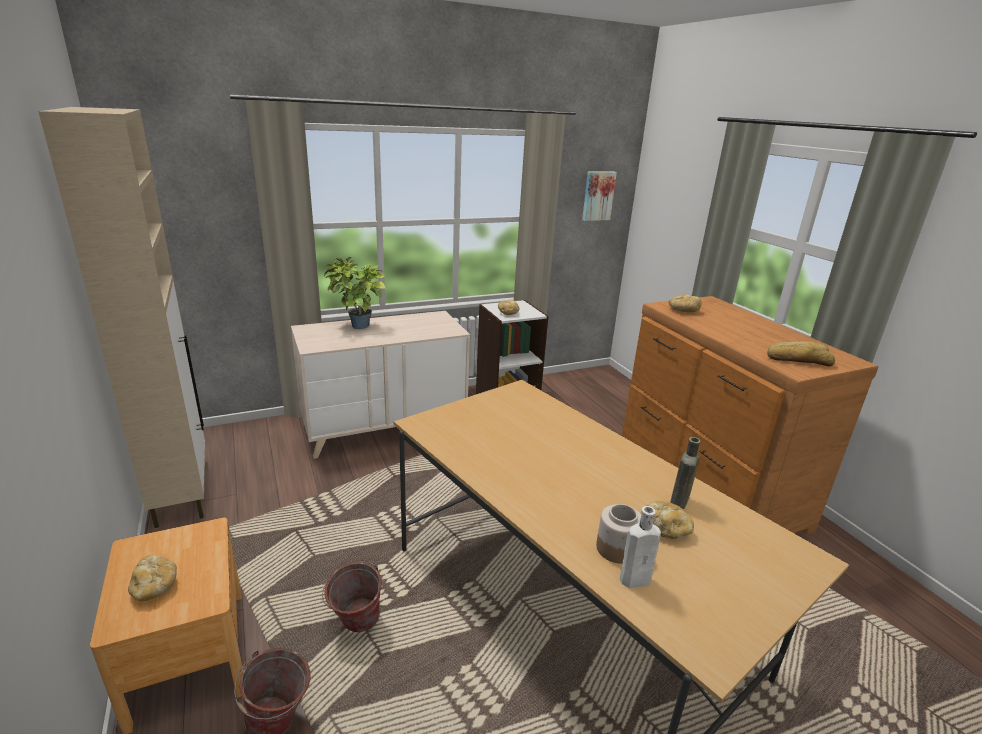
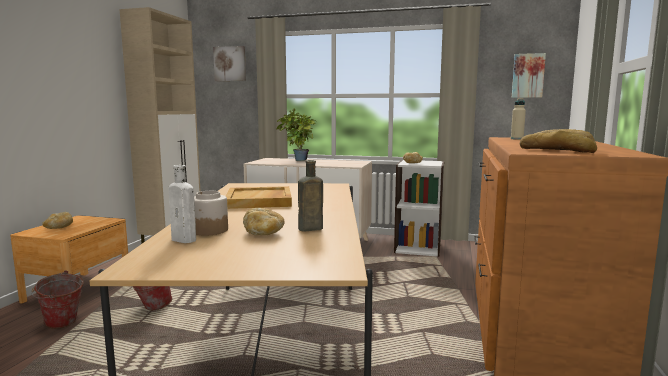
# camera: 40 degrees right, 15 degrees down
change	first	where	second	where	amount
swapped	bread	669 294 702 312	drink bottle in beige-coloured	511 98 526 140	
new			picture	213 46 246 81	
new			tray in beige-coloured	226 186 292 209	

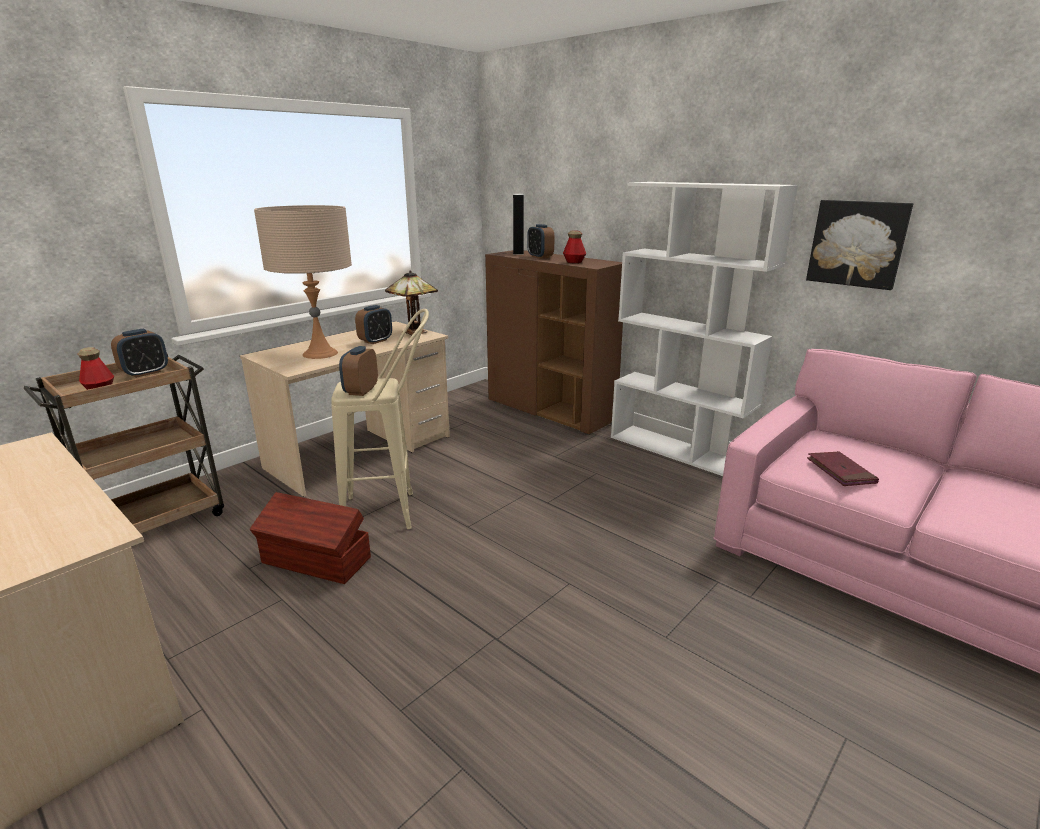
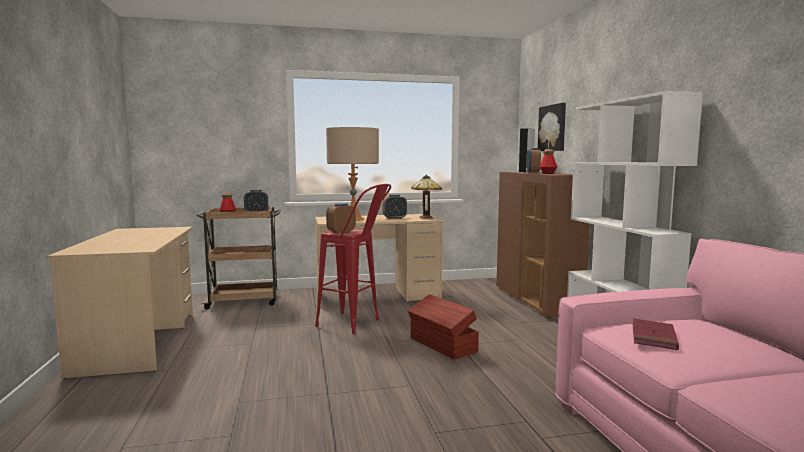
# camera: 35 degrees right, 15 degrees down
change	first	where	second	where	amount
shifted	picture	806 200 913 290		538 103 566 151	
repainted	stool in beige-coloured	331 309 429 529	stool in red	315 184 391 334	
shifted	storage bin in brownish	250 492 371 584		408 294 479 359	

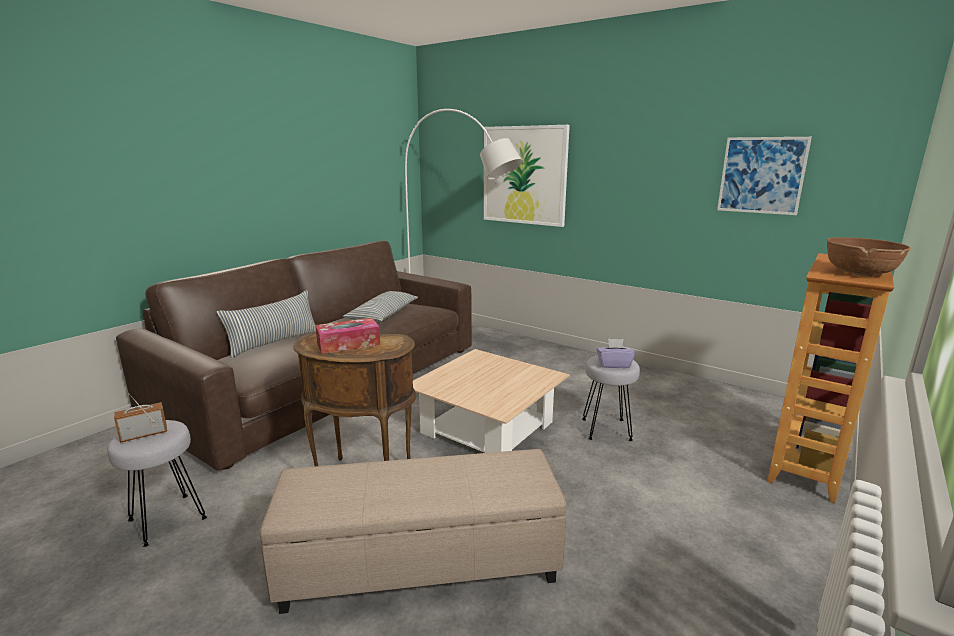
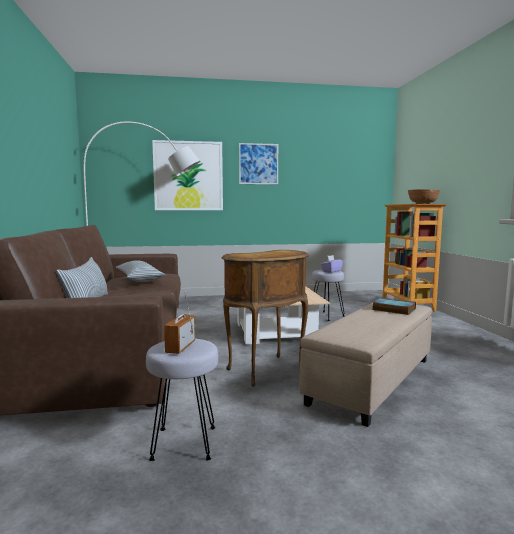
# camera: 45 degrees left, 10 degrees down
change	first	where	second	where	amount
shifted	picture	717 137 812 215		239 143 278 184	
gone	box of tissues	315 318 380 354			
new			book	372 297 416 315	

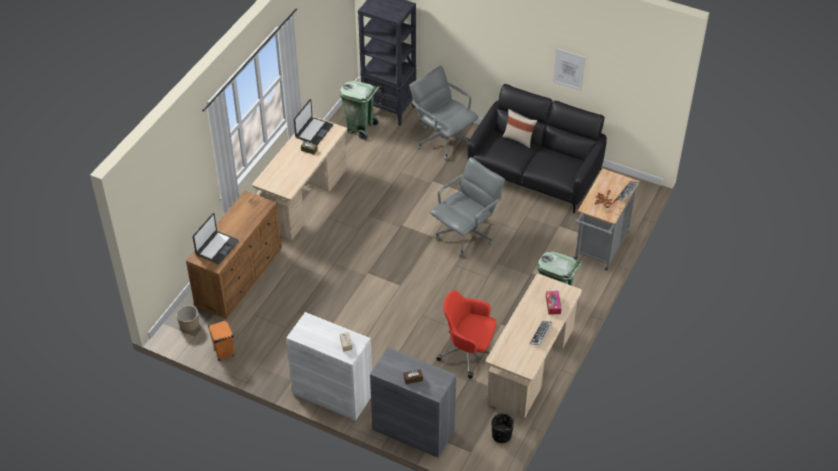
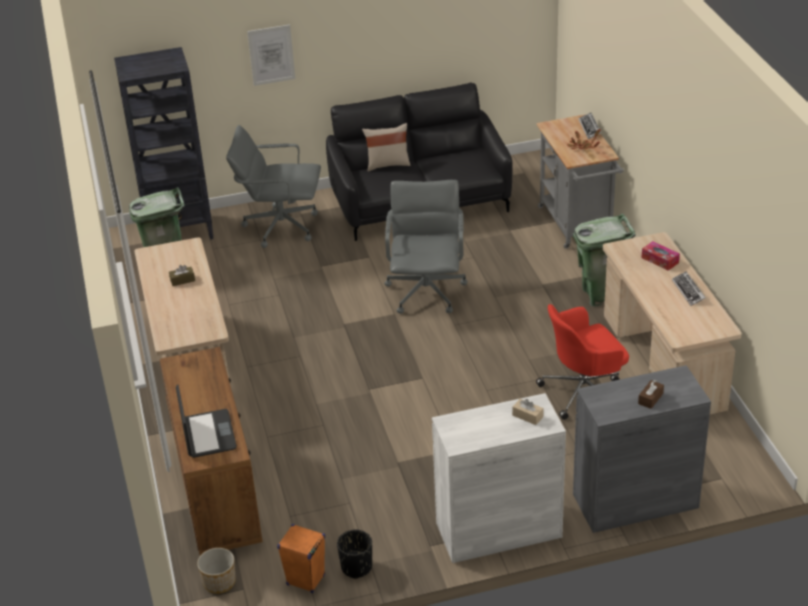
# camera: 40 degrees left, 10 degrees down
change	first	where	second	where	amount
shifted	picture	553 48 585 91		247 24 295 86	
gone	laptop	294 99 333 145			
shifted	planter in blackish	492 413 514 443		337 530 372 579	

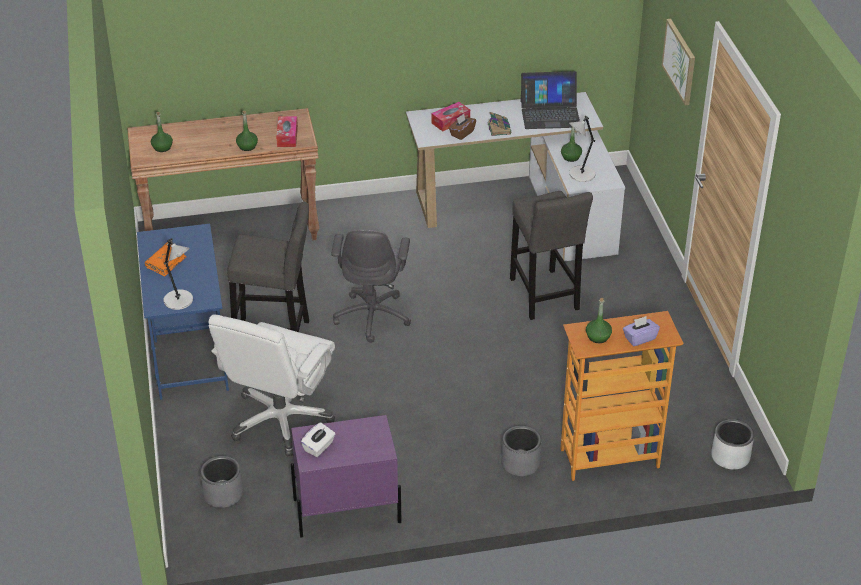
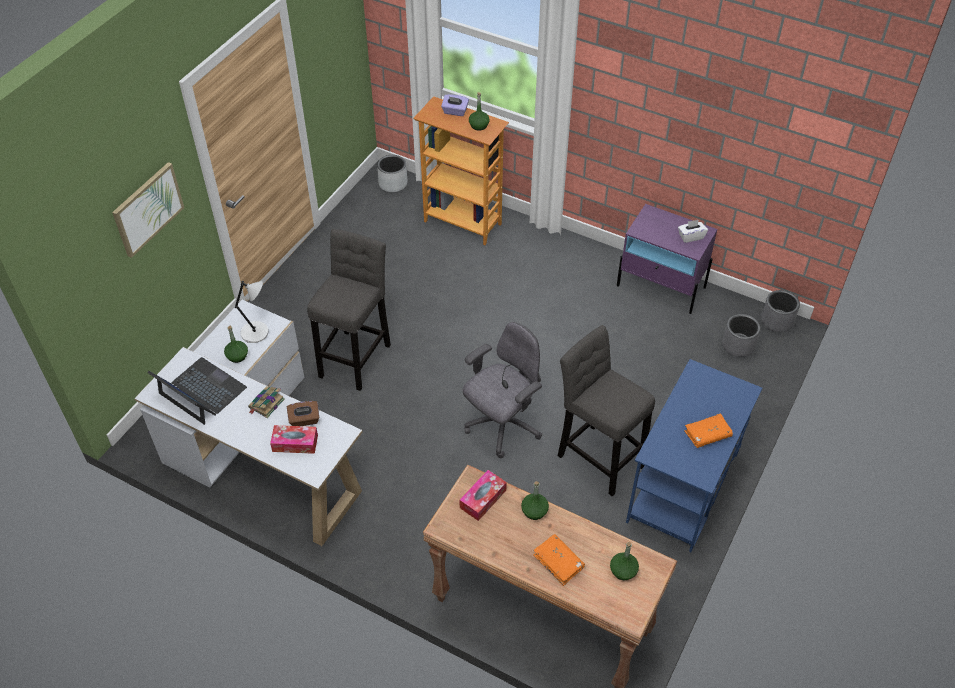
# camera: 140 degrees left, 10 degrees up
change	first	where	second	where	amount
gone	tabletop lamp in greyish	164 238 193 310			
gone	desk chair in whitish	208 315 335 456			
shifted	planter in greyish	501 426 541 476		761 290 800 332	
new			book in orangey	533 534 585 586	

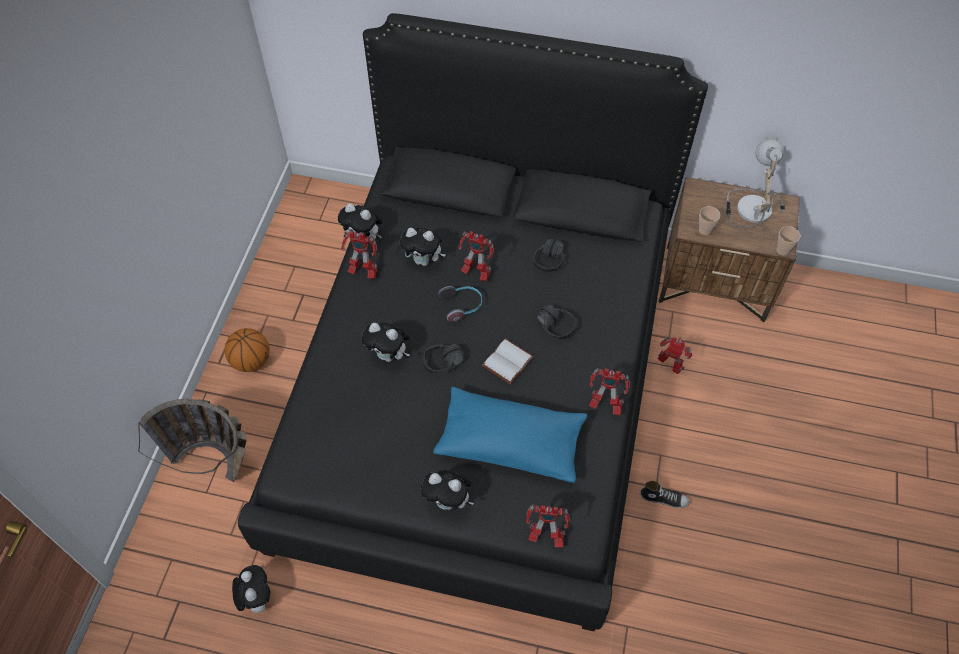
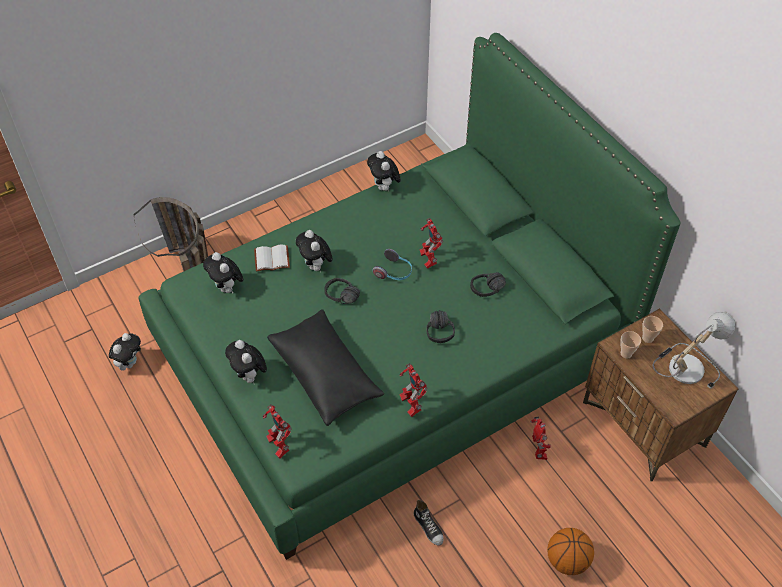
# camera: 45 degrees right, 5 degrees down
change	first	where	second	where	amount
repainted	sleeping bed in blackish	238 13 708 631	sleeping bed in green	139 33 680 560	
shifted	drinking cup	777 226 800 255		642 316 663 343	
shifted	soft toy	400 228 446 266		203 252 243 293	
gone	toy robot	341 231 377 279			
shifted	basketball	224 328 270 372		547 528 594 575	
shifted	book in whitish	482 338 534 384		254 245 290 272	
repainted	pillow in blue	433 387 587 483	pillow in blackish	267 309 384 426	

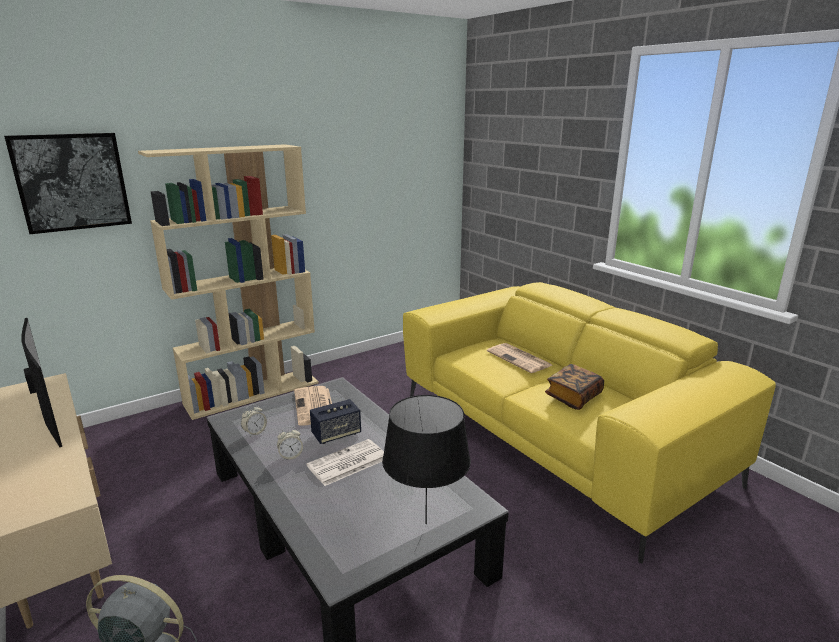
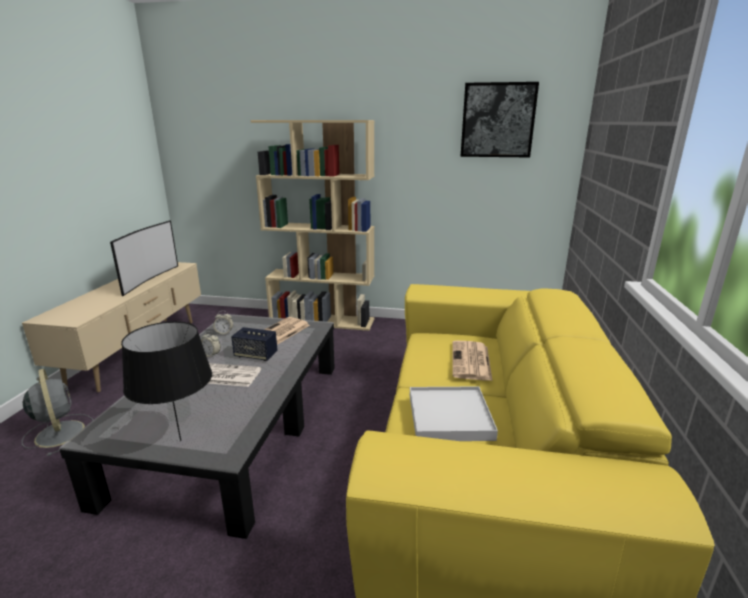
# camera: 45 degrees right, 0 degrees up
change	first	where	second	where	amount
shifted	picture	4 133 132 234		460 82 539 158	
swapped	book	545 364 604 410	tray in whitish	410 386 498 441	

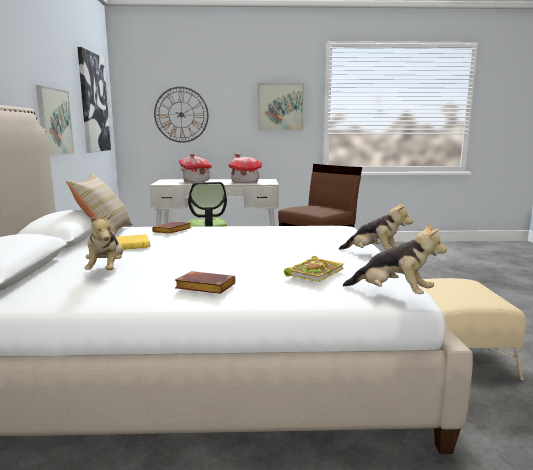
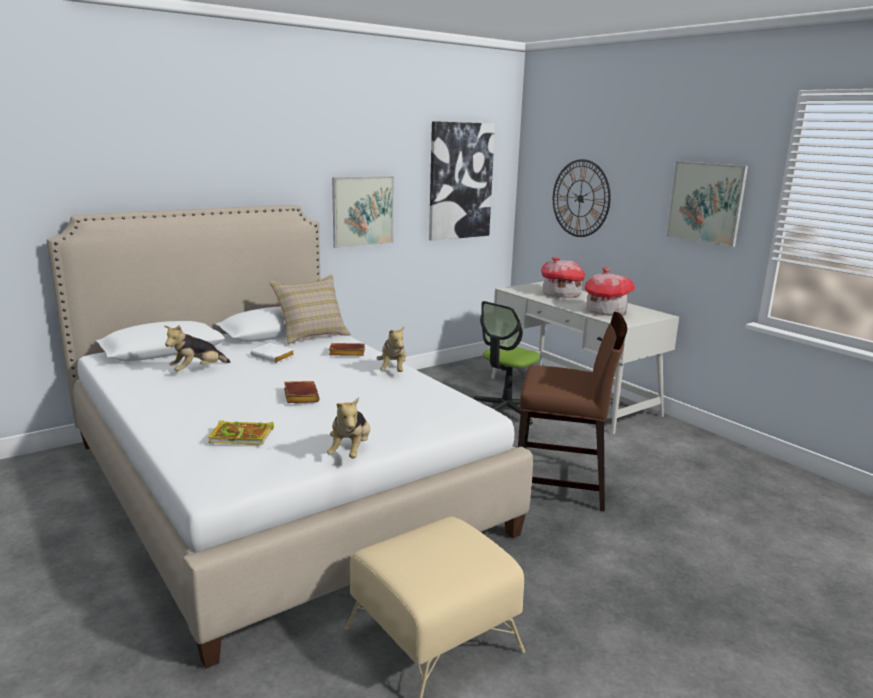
# camera: 55 degrees right, 5 degrees up
change	first	where	second	where	amount
shifted	soft toy	343 222 447 294		377 326 406 372	
repainted	book in yellowish	116 234 150 250	book in whitish	251 343 295 363	
shifted	book in brownish	175 271 235 294		284 381 320 403	

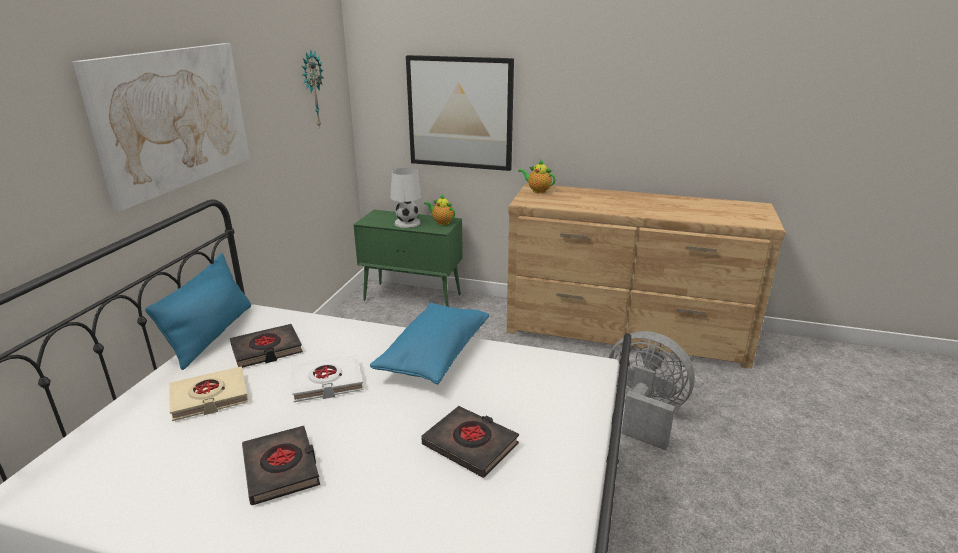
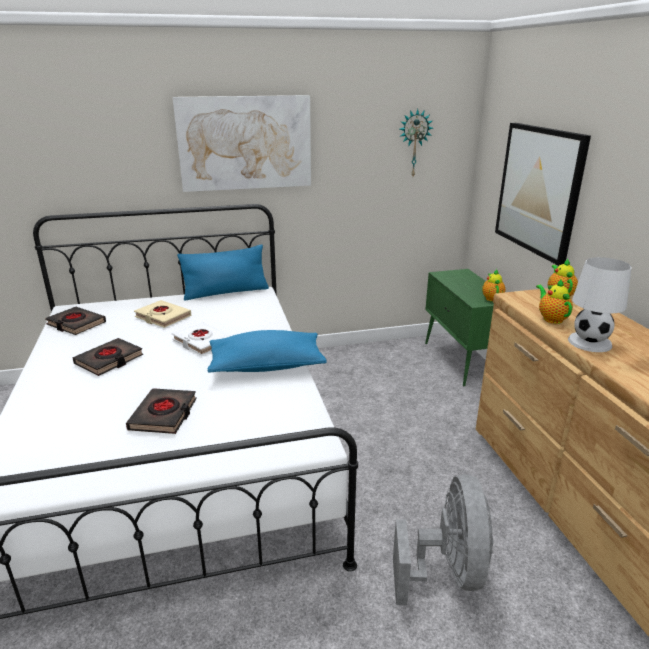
# camera: 60 degrees right, 0 degrees up
change	first	where	second	where	amount
shifted	tabletop lamp in whitish	390 168 422 228		568 257 632 352	
shifted	book in blackish	230 324 303 368		45 307 106 335	
new			tea pot	536 279 573 324	

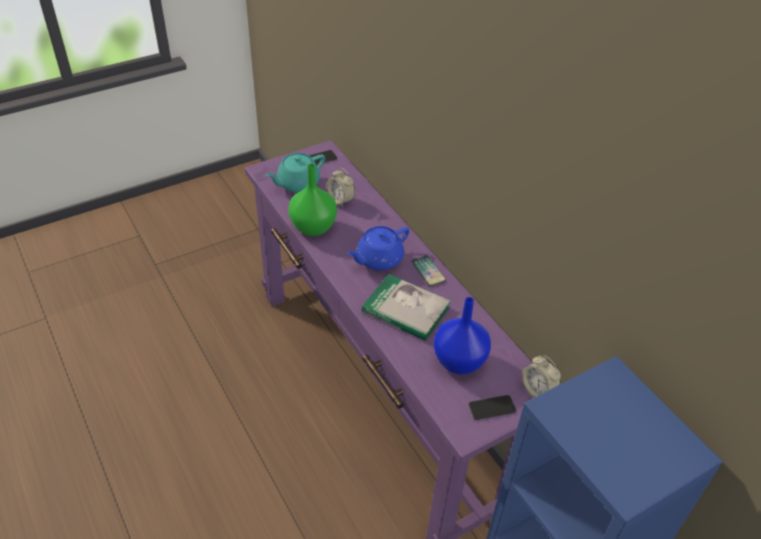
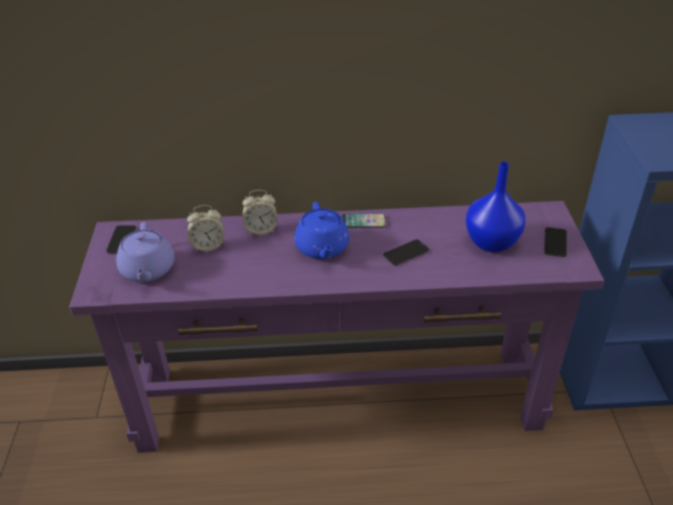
# camera: 60 degrees left, 5 degrees down
change	first	where	second	where	amount
repainted	tea pot in turquoise-coloured	266 153 325 193	tea pot in purplish	116 222 175 282	
gone	vase in green	289 163 337 236			
swapped	book	362 274 451 341	phone	383 239 429 266	
shifted	alarm clock	522 355 561 398		242 190 278 235	

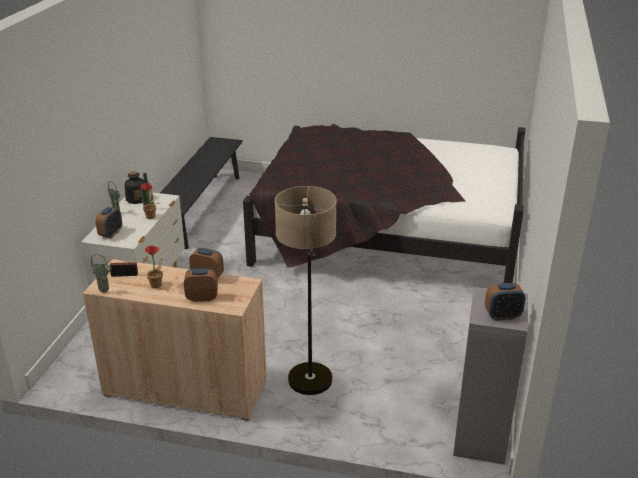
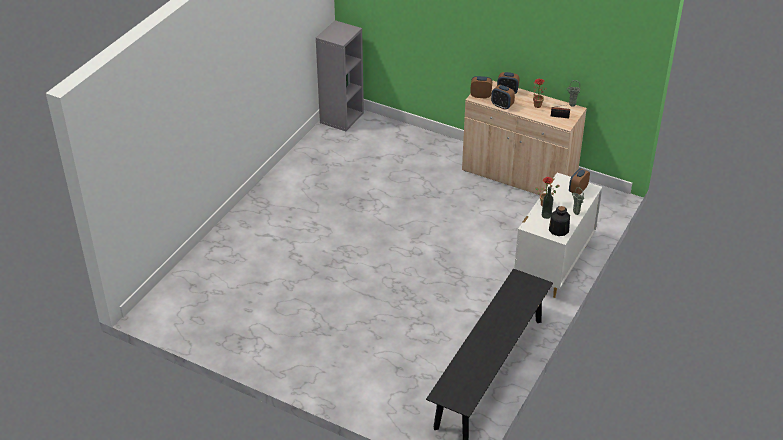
# camera: 165 degrees left, 10 degrees up
change	first	where	second	where	amount
gone	sleeping bed in blackish	243 124 525 283			
gone	standing lamp	275 186 337 395			
shifted	alarm clock	485 283 526 321		470 76 492 99	

